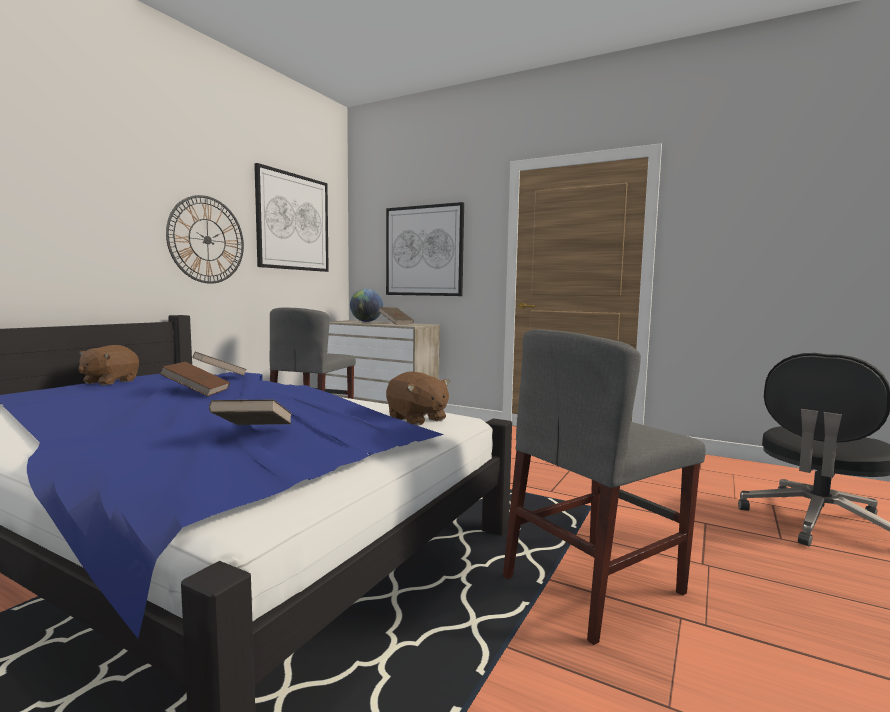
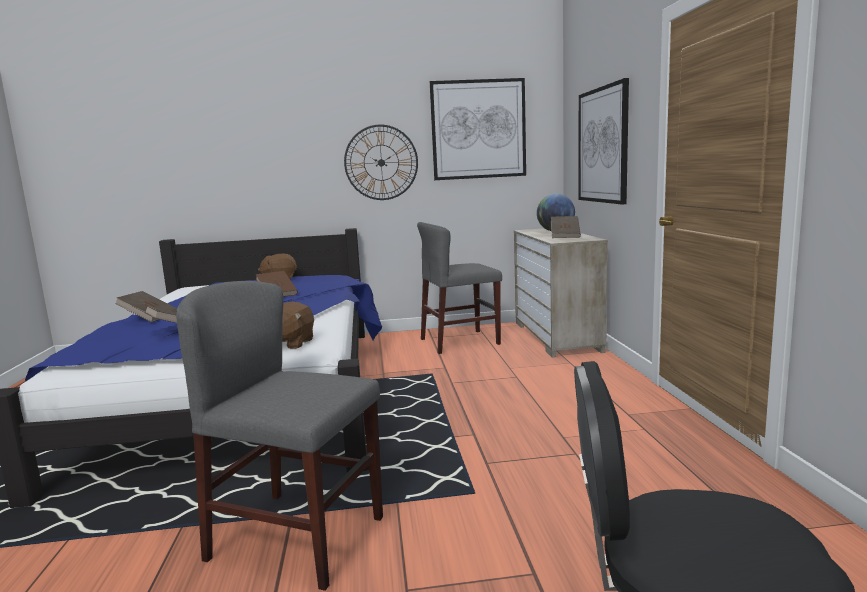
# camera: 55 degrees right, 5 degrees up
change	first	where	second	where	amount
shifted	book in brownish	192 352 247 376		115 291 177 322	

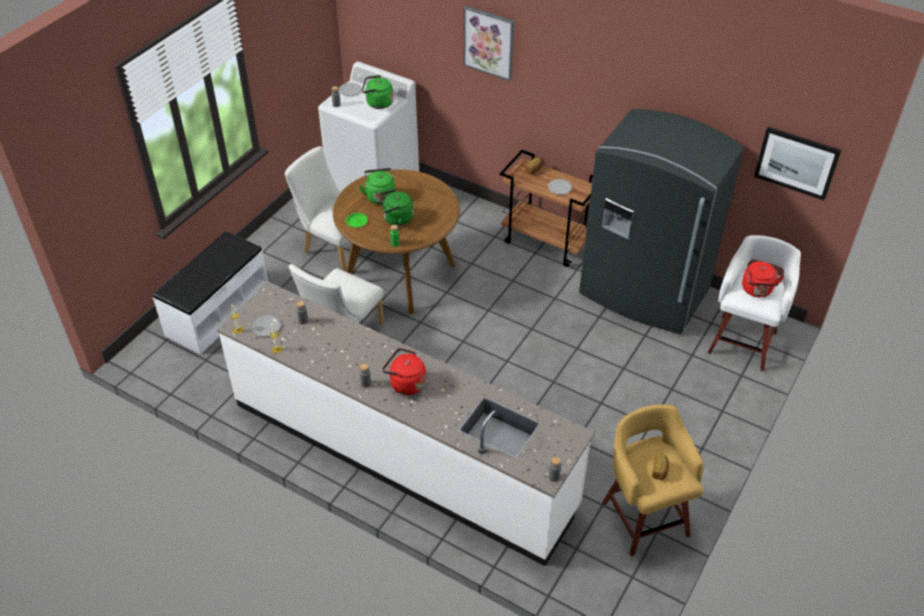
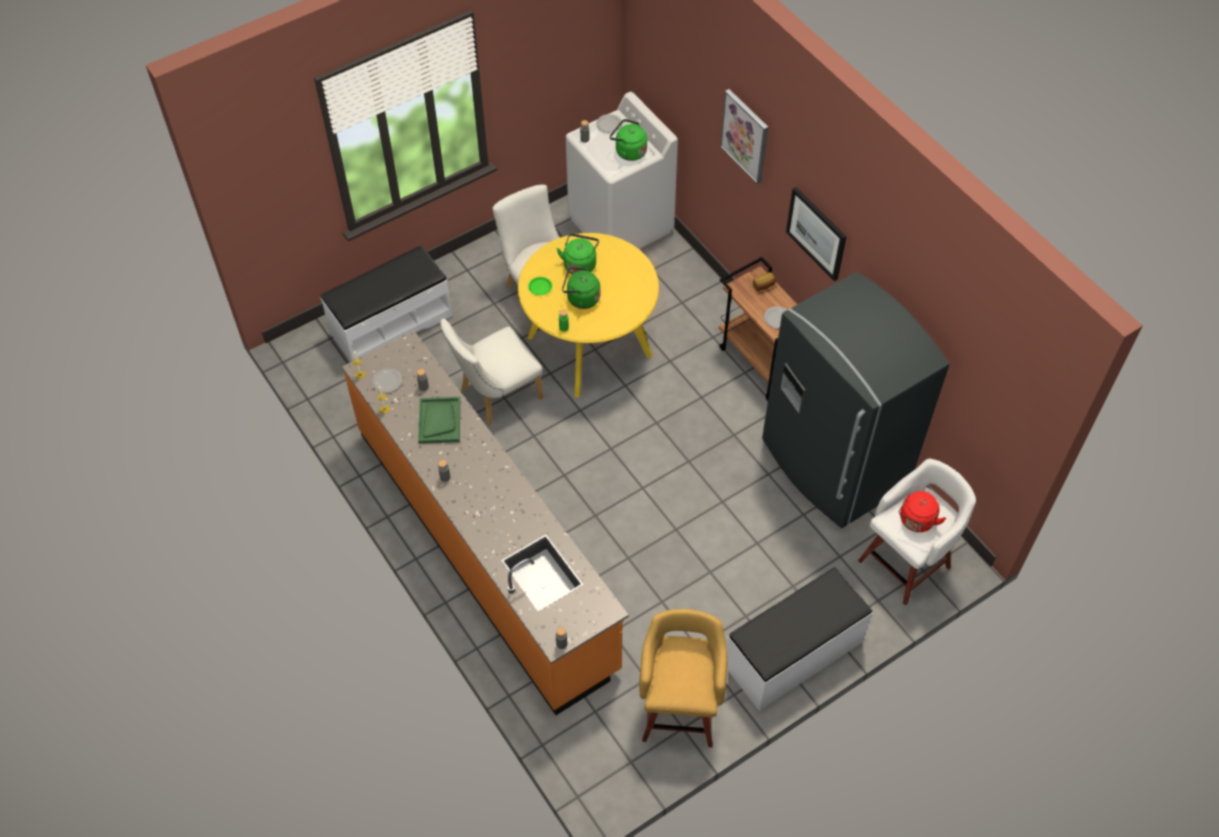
# camera: 25 degrees right, 10 degrees up
change	first	where	second	where	amount
shifted	picture	754 127 841 200		786 187 847 281	
repainted	dining table in brownish	333 169 460 314	dining table in yellowish	518 233 659 398	
repainted	kitchen counter in whitish	217 282 595 566	kitchen counter in orangey	342 330 629 715	
gone	tea kettle in red	382 348 426 395			
gone	bread	652 454 669 480			
new			tray in green	418 397 460 444	
new			indoor bench in whitish	727 567 873 711	

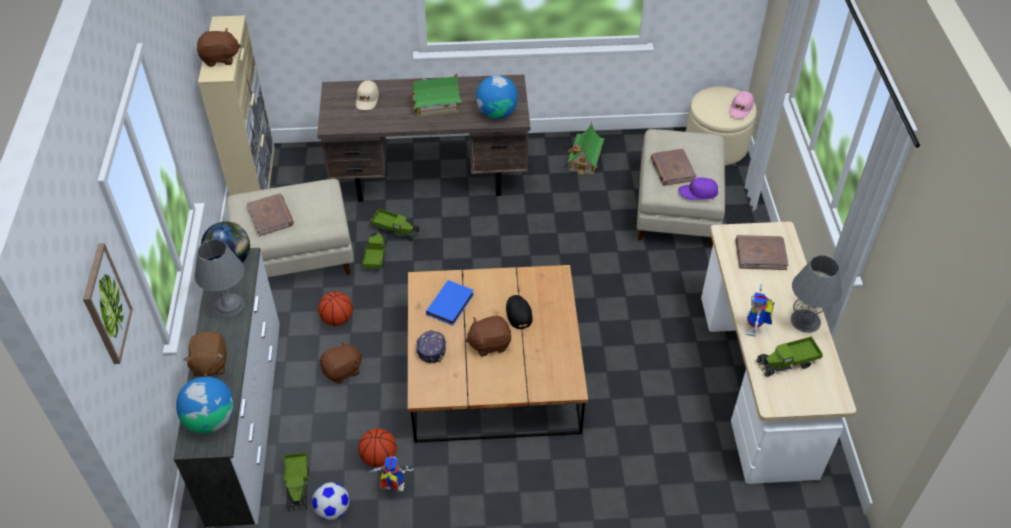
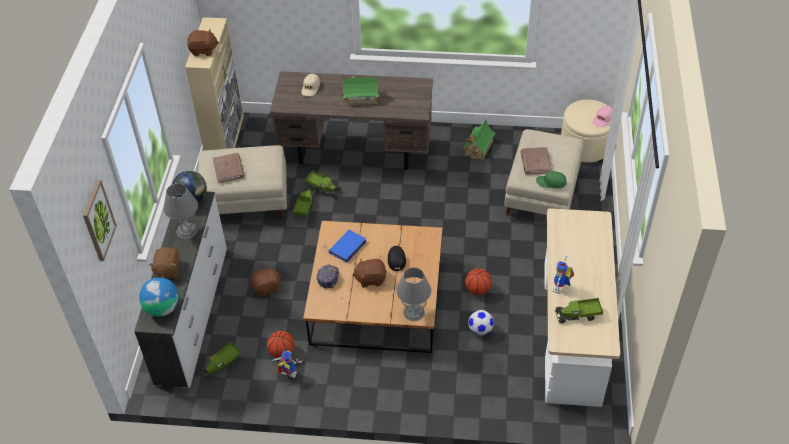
# camera: 10 degrees right, 0 degrees up
change	first	where	second	where	amount
gone	desk globe	476 75 518 119			
repainted	baseball cap in purplish	679 177 718 200	baseball cap in green	536 171 566 188	
gone	book in brownish	735 235 789 270			
shifted	tabletop lamp in greyish	791 255 842 333		396 268 431 321	
shifted	basketball	318 291 353 326		465 268 492 295	
rotated	toy lorry	284 453 309 512		200 342 241 380	45 degrees clockwise
shifted	football	312 482 349 520		469 310 494 335	

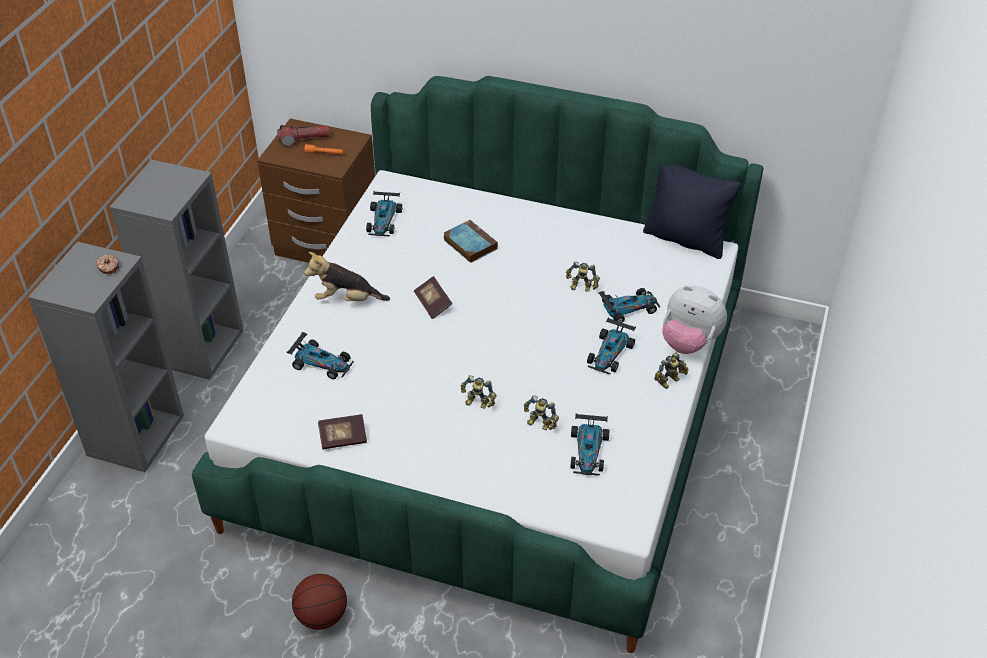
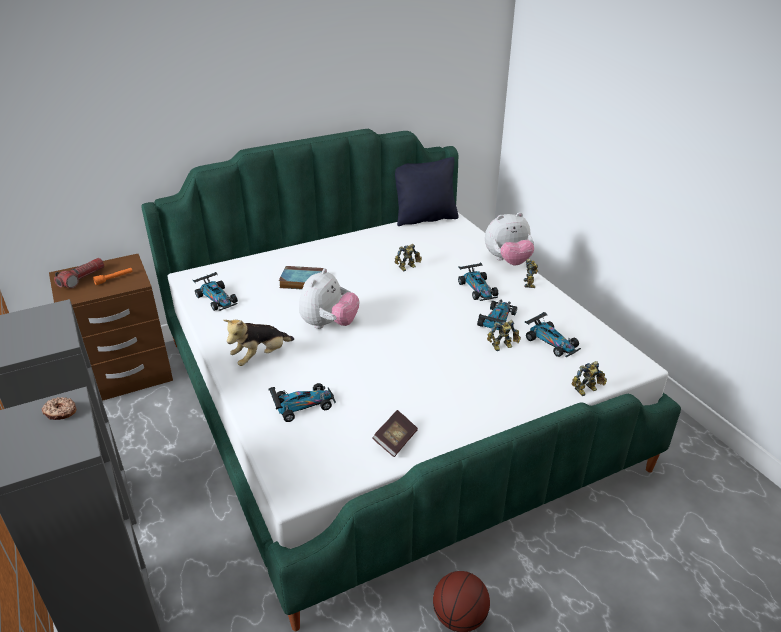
# camera: 45 degrees left, 10 degrees down
change	first	where	second	where	amount
swapped	book	414 276 453 319	soft toy	299 268 359 329	
shifted	toy car	599 288 660 323		477 299 517 330	
shifted	toy robot	460 375 497 409		571 361 607 396	

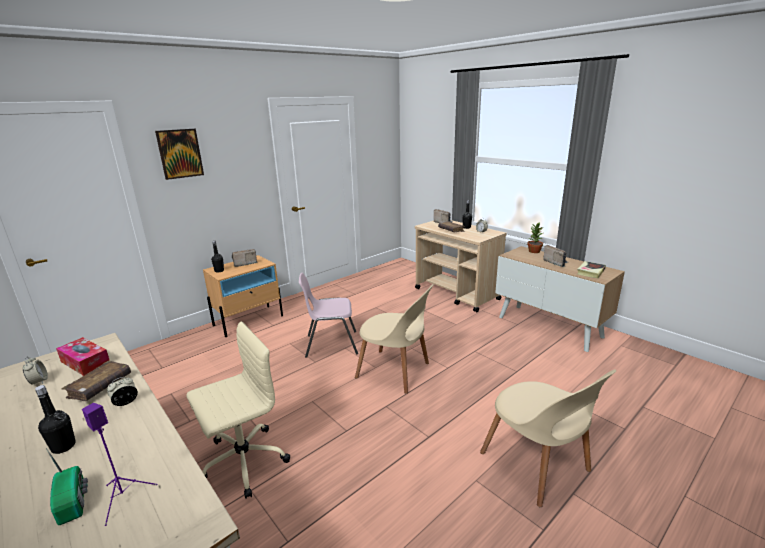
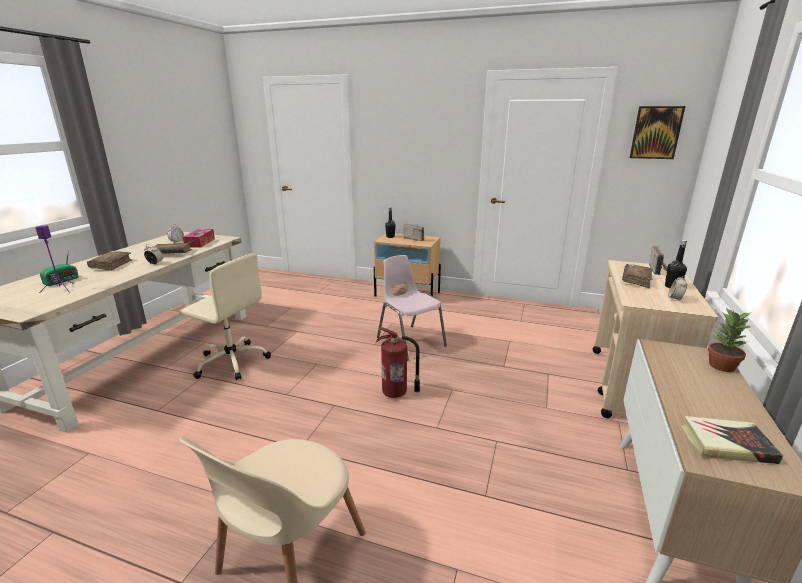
# camera: 60 degrees right, 0 degrees up
change	first	where	second	where	amount
shifted	picture	155 129 204 180		629 106 685 159	
gone	radio	543 245 568 267			
swapped	upright chair in beige-coloured	355 284 434 394	extinguisher	376 327 420 398	
swapped	drink bottle in blackish	35 385 76 454	book in brownish	87 251 132 271	

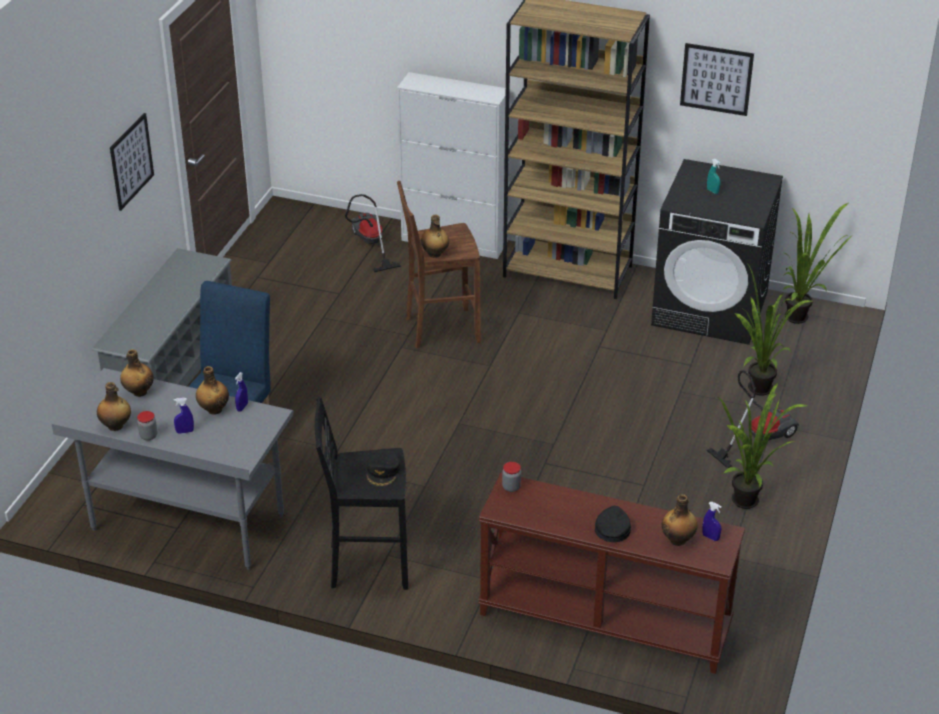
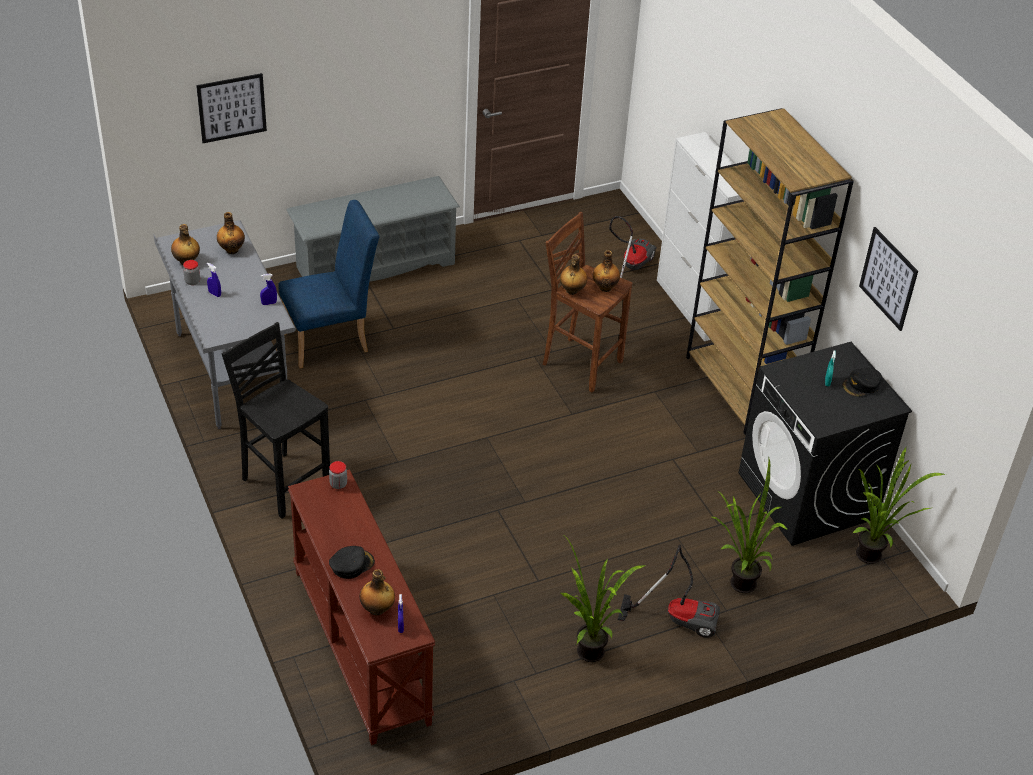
# camera: 45 degrees right, 5 degrees up
change	first	where	second	where	amount
shifted	picture	110 113 154 211		196 73 267 143	
shifted	drink bottle	196 366 229 414		593 250 620 292	
shifted	baseball cap in blackish	366 449 401 487		842 368 882 397	

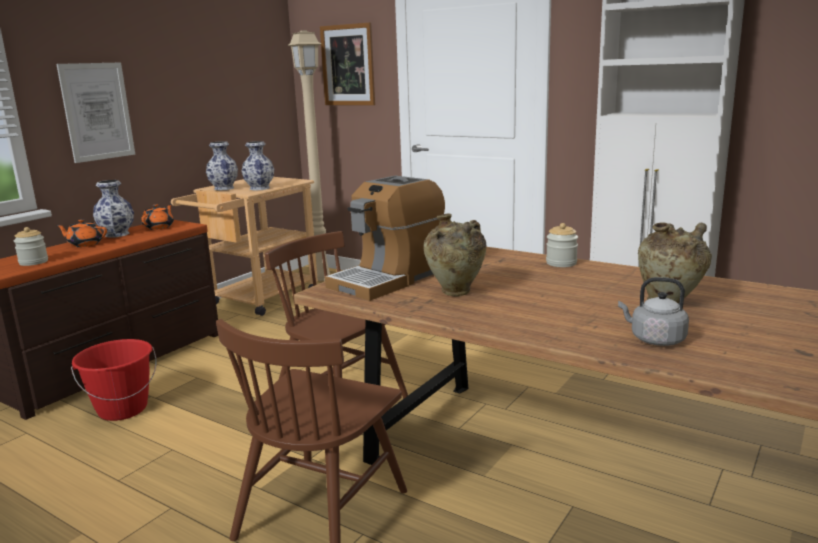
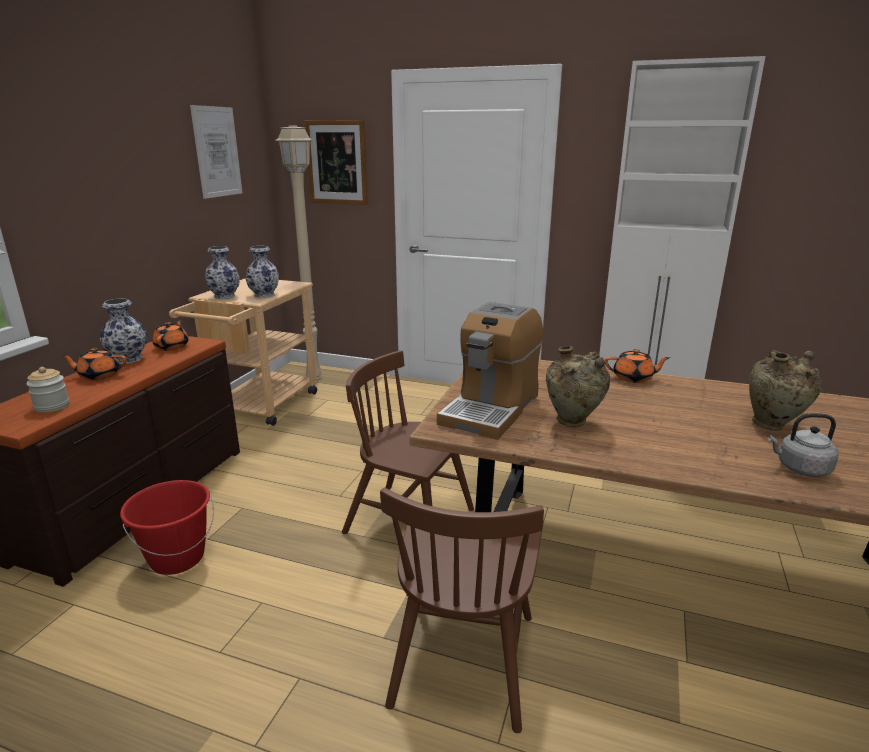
# camera: 15 degrees left, 5 degrees up
change	first	where	second	where	amount
shifted	picture	56 62 135 163		190 105 242 199	
swapped	jar	546 223 578 267	tea pot in orangey	605 349 670 383	

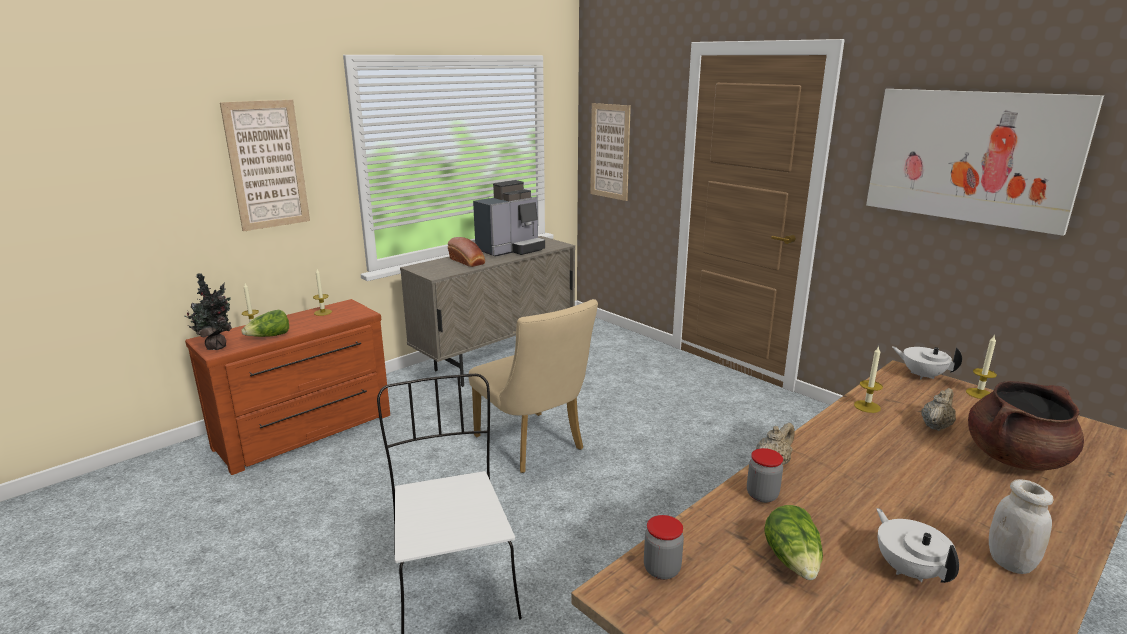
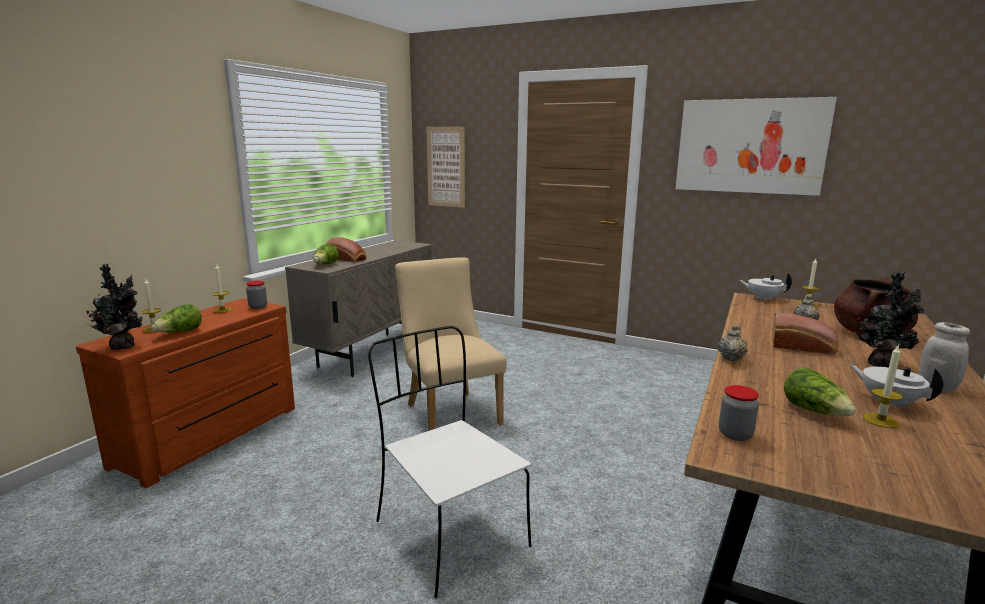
# camera: 20 degrees left, 5 degrees down
change	first	where	second	where	amount
gone	picture	220 99 310 232			
gone	coffee brewer	473 180 545 257			
rotated	upright chair in beige-coloured	468 299 598 473		395 257 507 431	150 degrees counterclockwise
shifted	wax light	854 346 883 413		863 344 903 428	
shifted	jar	747 448 783 503		246 280 267 309	
new			lettuce head	313 244 339 264	
new			houseplant	854 272 924 367	
new			bread	772 313 839 355	

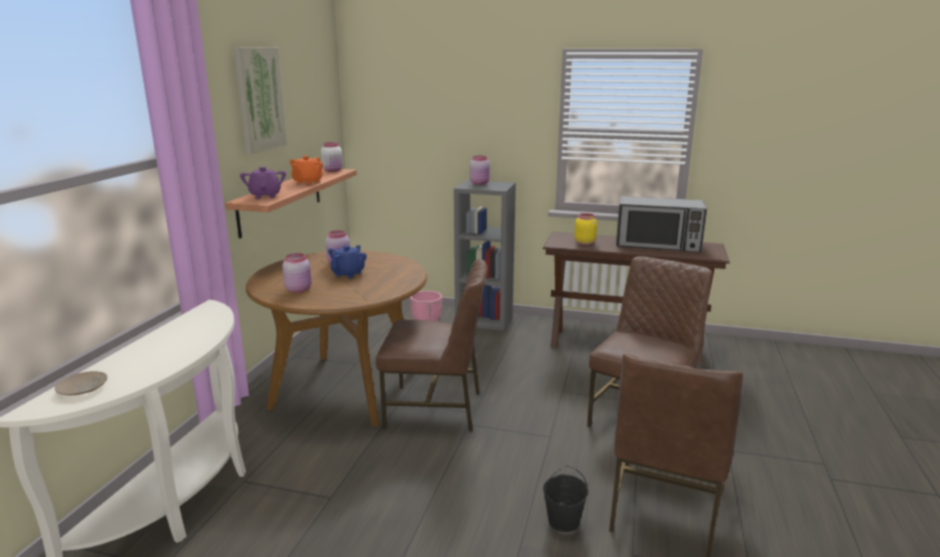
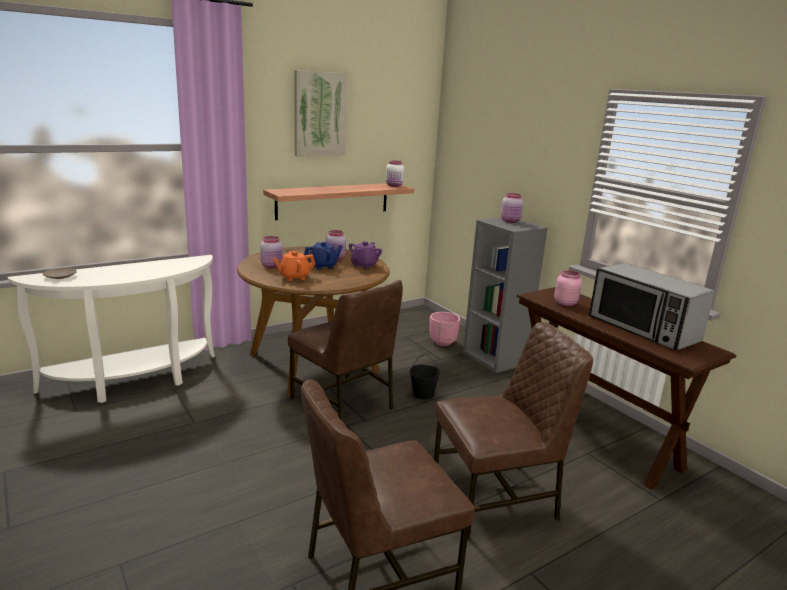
# camera: 40 degrees right, 0 degrees up
change	first	where	second	where	amount
shifted	tea pot in orangey	290 156 323 185		273 251 316 281	
shifted	tea pot in purplish	240 167 286 199		349 241 382 269	
repainted	jar in yellowish	574 213 597 245	jar in pinkish	554 270 582 306	
shifted	water bucket in blackish	543 466 589 532		410 354 440 399	

